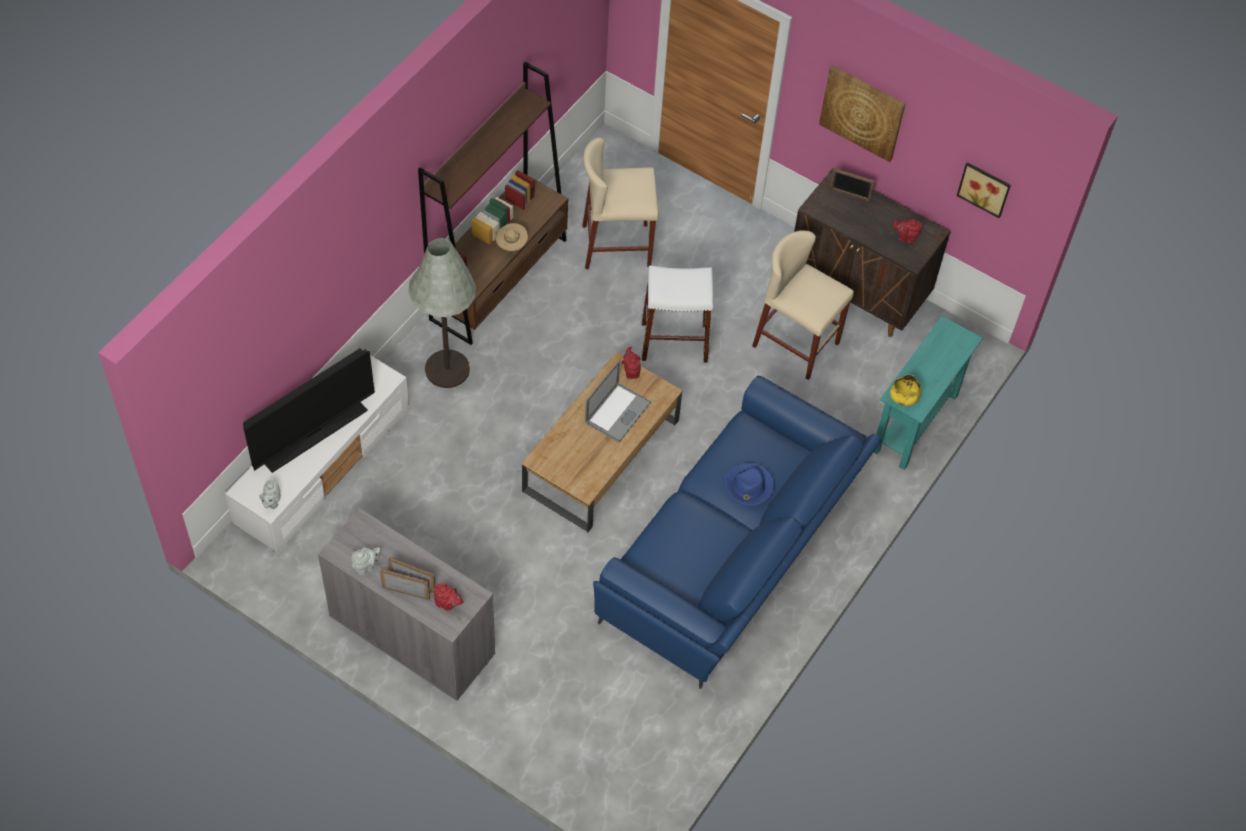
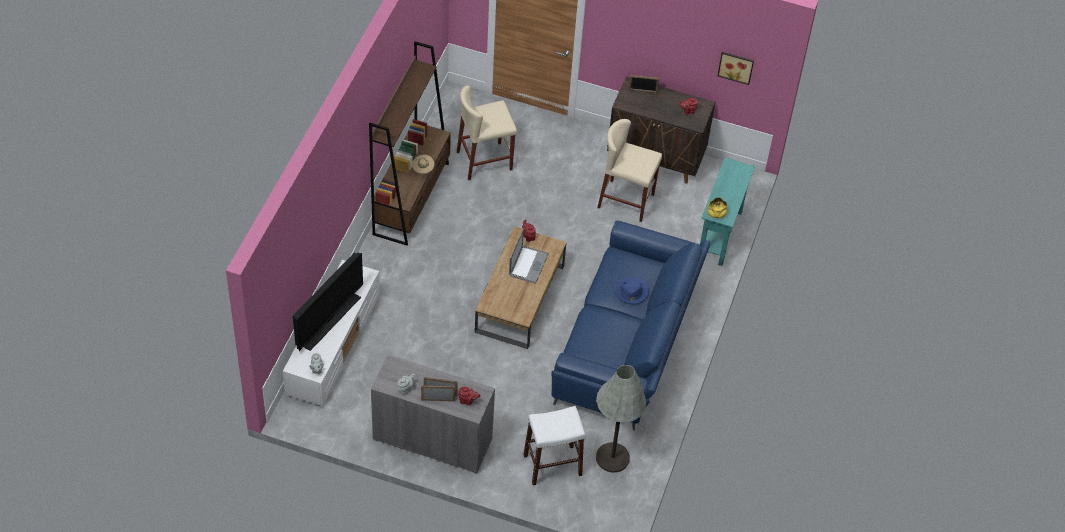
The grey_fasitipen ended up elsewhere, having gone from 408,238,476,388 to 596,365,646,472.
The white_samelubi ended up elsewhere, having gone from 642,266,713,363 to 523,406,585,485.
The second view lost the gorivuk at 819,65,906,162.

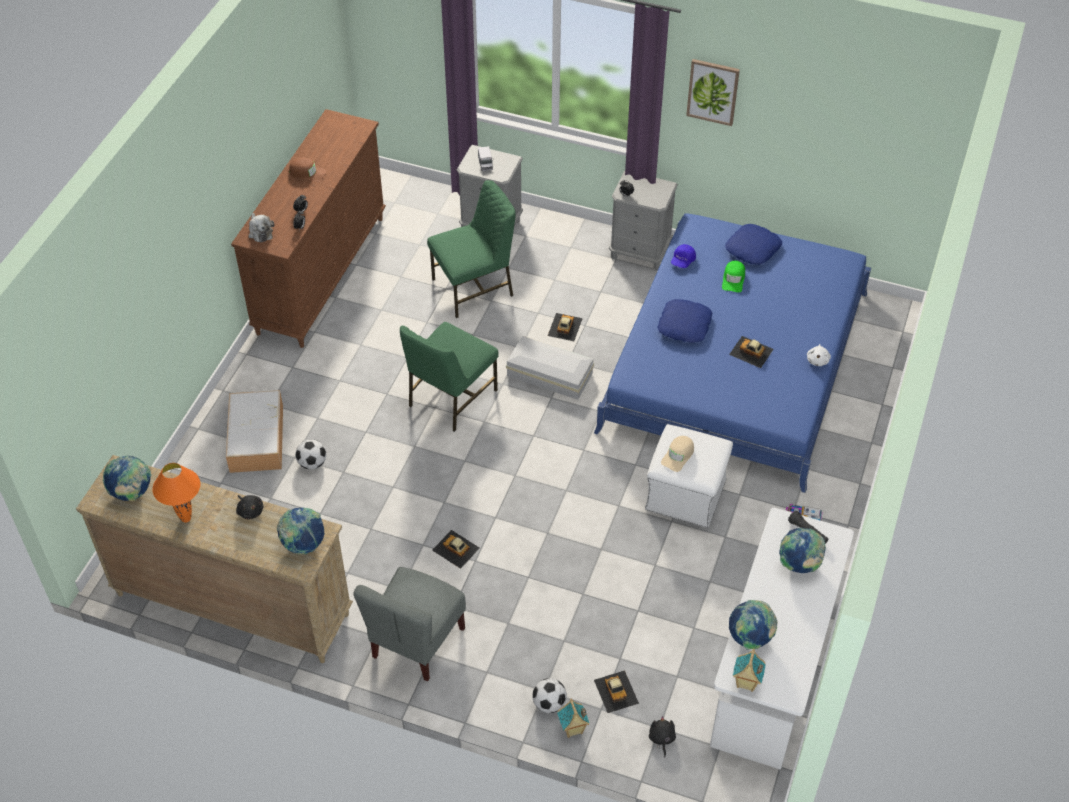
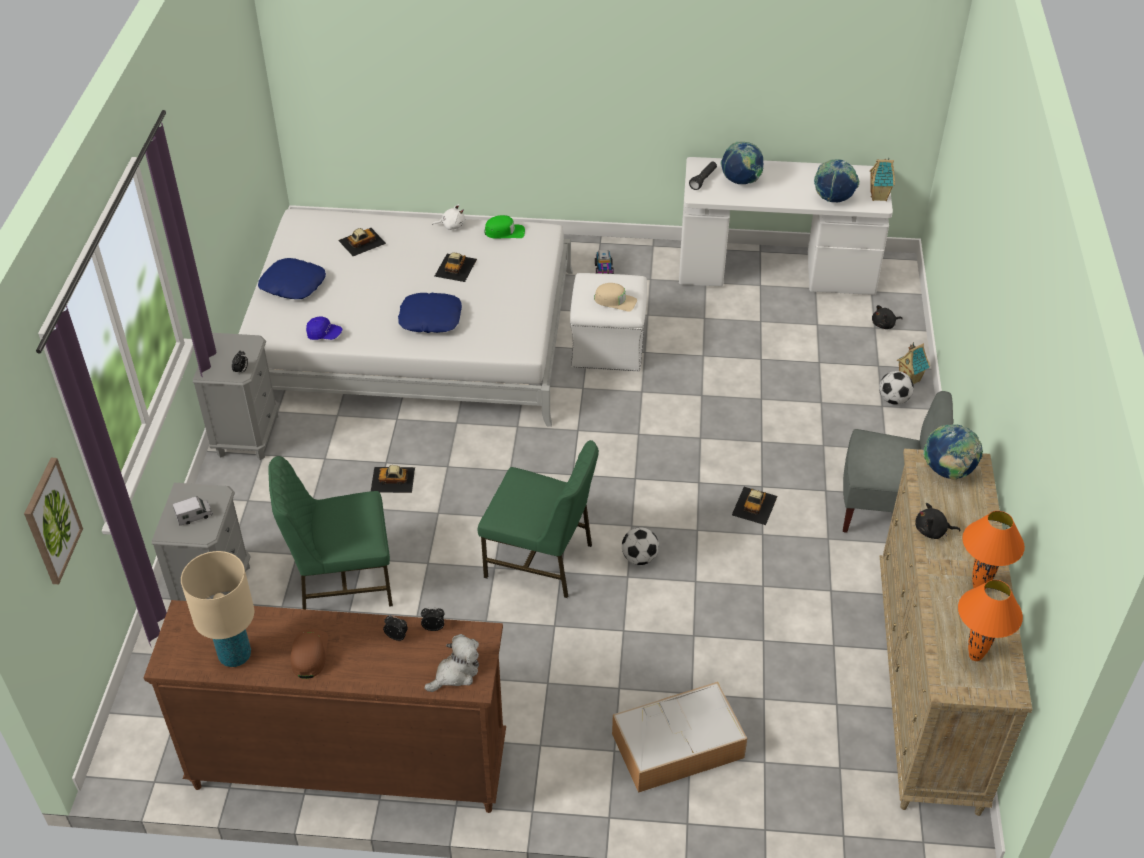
Where the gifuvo stood at 103,456,151,501, the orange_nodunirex came to stand at 958,580,1023,661.
The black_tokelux at 236,495,264,519 ended up facing another way, 120 degrees counterclockwise from before.
The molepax ended up elsewhere, having gone from 296,439,326,470 to 622,527,659,565.
The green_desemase at 427,180,516,318 ended up facing another way, 60 degrees counterclockwise from before.
The second view lost the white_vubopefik at 506,336,594,400.
What was the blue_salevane at 594,213,871,493 turned into the white_salevane at 239,209,573,427.
The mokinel ended up elsewhere, having gone from 594,670,639,713 to 338,228,386,256.
The gorivuk ended up elsewhere, having gone from 686,59,740,126 to 24,458,83,584.
The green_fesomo ended up elsewhere, having gone from 722,261,745,293 to 485,215,525,239.
The second view gained the beige_nodunirex at 181,551,254,667.

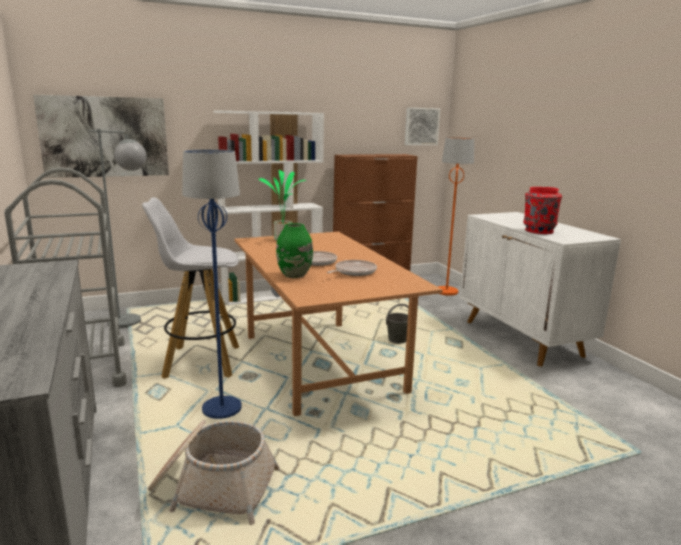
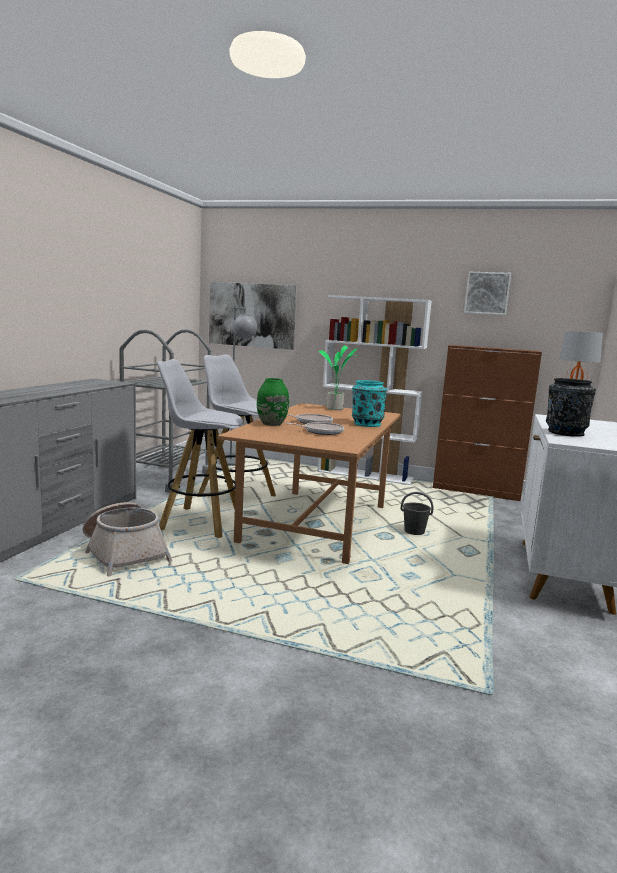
Where the blue_fasitipen stood at 182,149,242,419, the white_samelubi came to stand at 157,359,244,538.
The gorivuk ended up elsewhere, having gone from 405,108,440,145 to 464,272,511,315.
What was the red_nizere at 523,187,562,234 turned into the black_nizere at 546,378,596,437.
The second view gained the turquoise_nizere at 352,380,387,427.

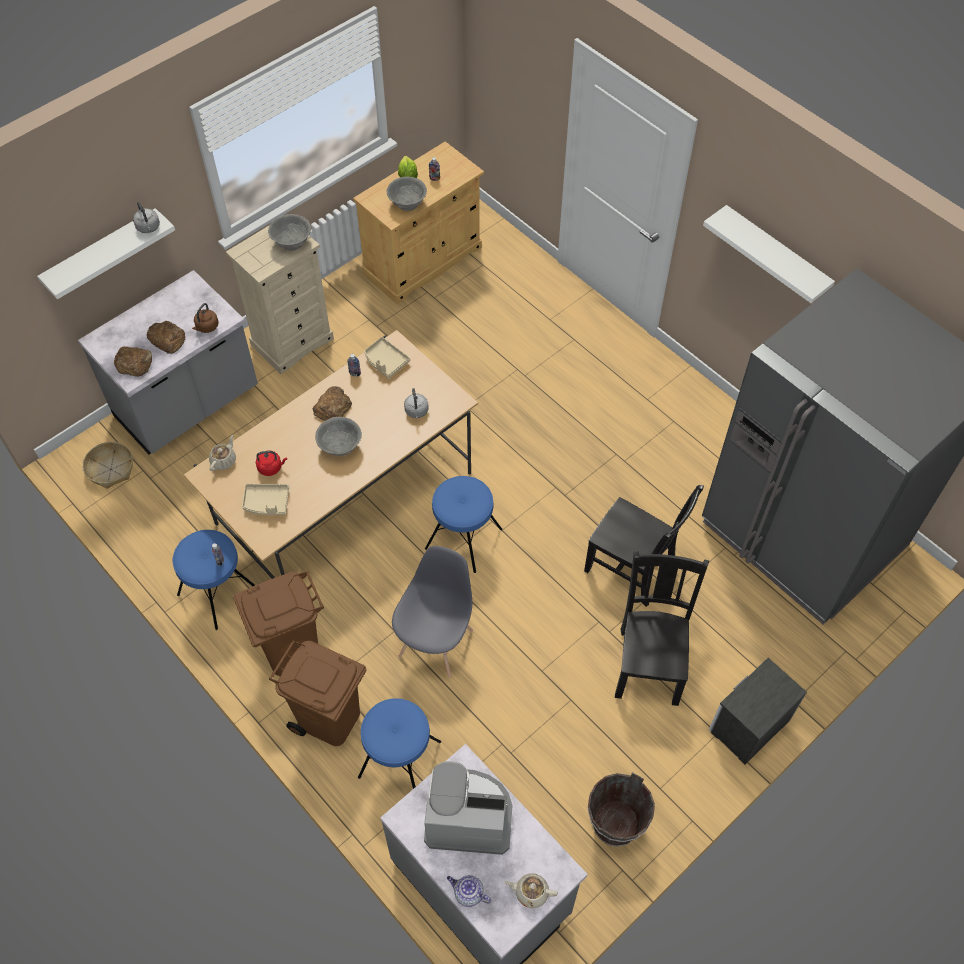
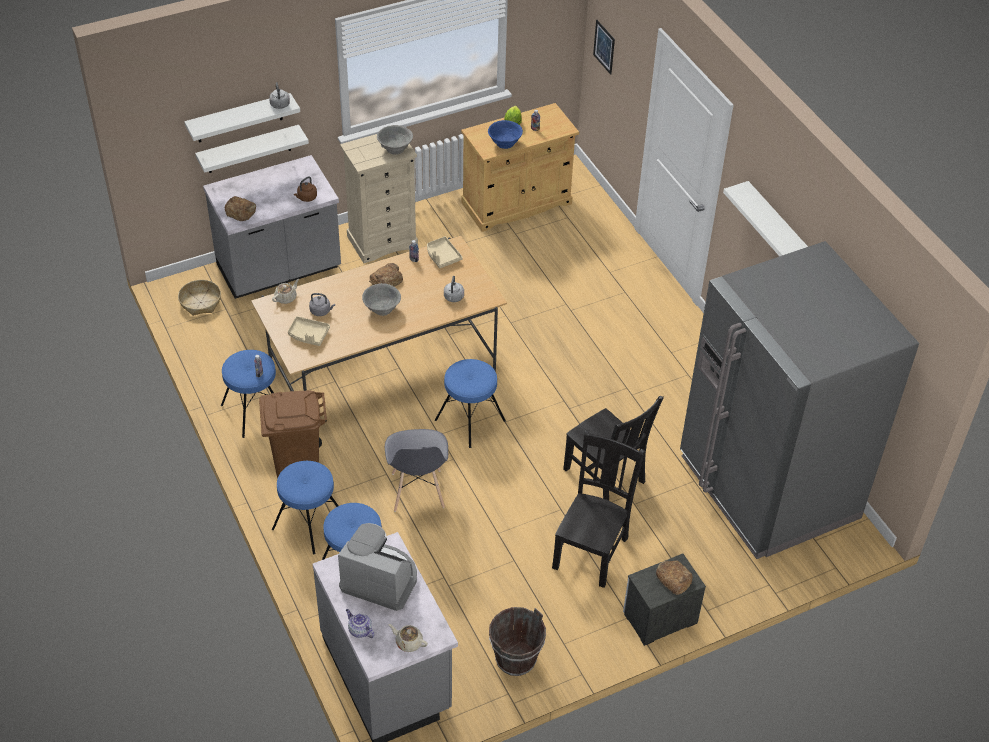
The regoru ended up elsewhere, having gone from 147,321,186,354 to 656,560,693,595.
What was the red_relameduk at 256,451,287,476 turned into the grey_relameduk at 309,293,335,316.
Where the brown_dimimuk stood at 269,640,367,746, the blue_samelubi came to stand at 272,461,338,554.
What was the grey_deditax at 387,177,427,211 turned into the blue_deditax at 488,120,523,149.
The grey_desemase at 392,546,473,678 ended up facing another way, 135 degrees clockwise from before.
The second view gained the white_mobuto at 195,125,309,173.
The second view gained the gorivuk at 593,20,615,75.

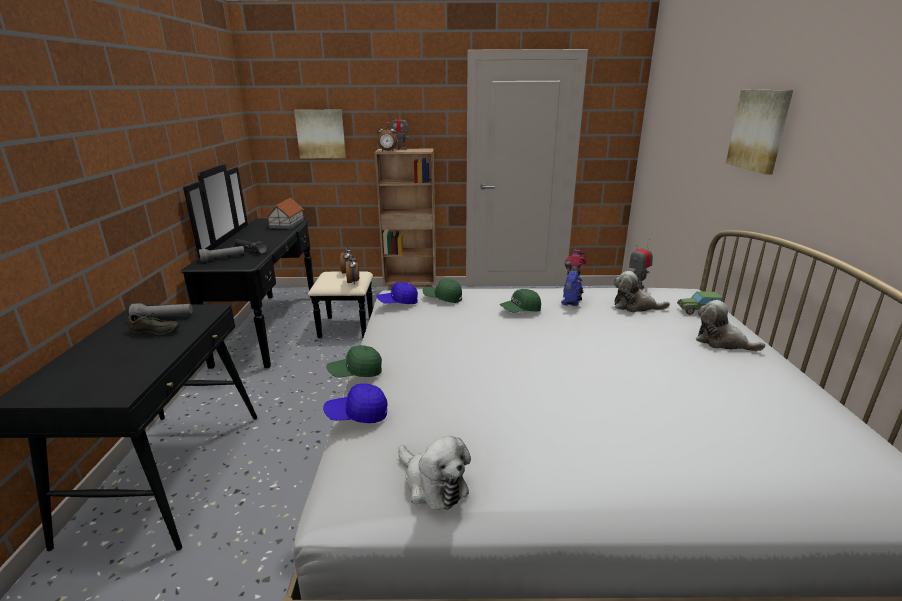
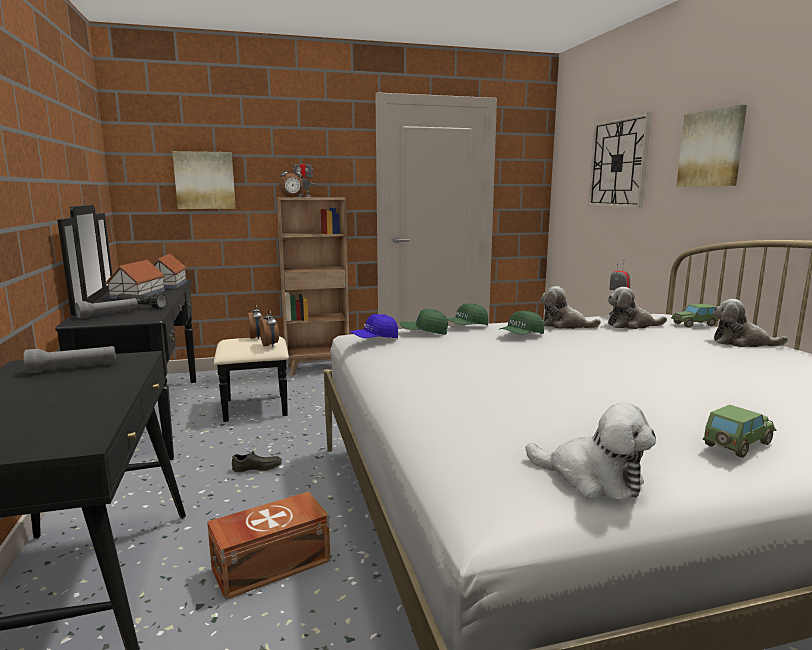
The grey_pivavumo ended up elsewhere, having gone from 128,312,180,335 to 232,451,282,472.
The second view lost the blue_fesomo at 323,383,387,423.
The green_fesomo ended up elsewhere, having gone from 326,345,382,377 to 447,303,488,325.
Where the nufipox stood at 561,249,587,306, the tokelux came to stand at 541,286,601,329.
The second view gained the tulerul at 106,260,165,299.
The second view gained the brown_vubopefik at 207,492,330,600.
The second view gained the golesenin at 588,112,651,208.
The second view gained the mokinel at 703,405,777,458.

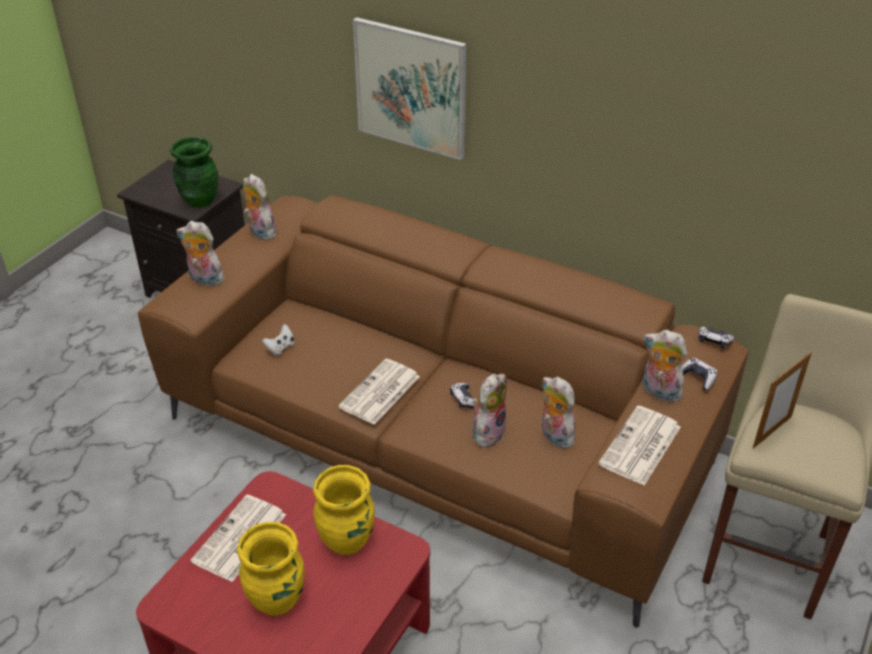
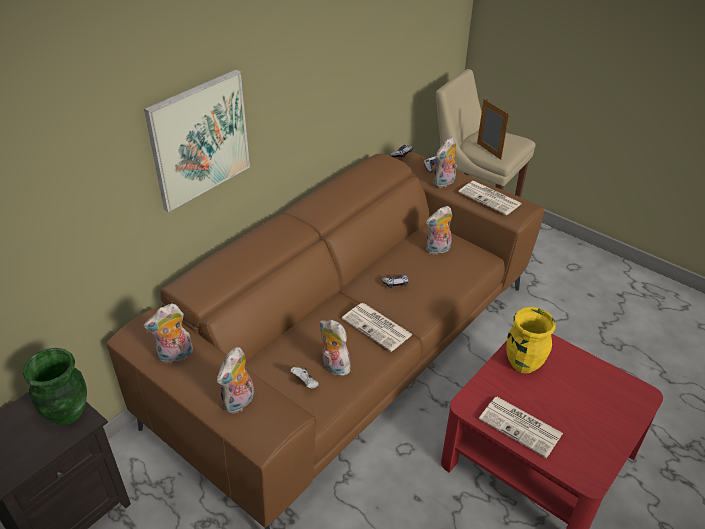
The second view lost the yellow_nizere at 237,522,305,616.
The tokelux ended up elsewhere, having gone from 473,374,507,447 to 319,320,350,376.

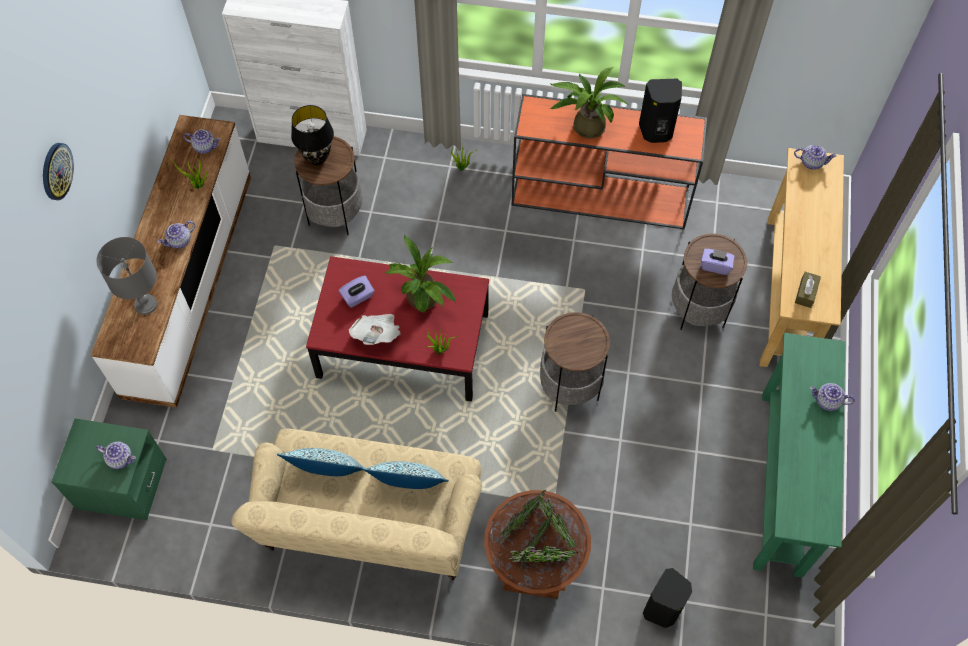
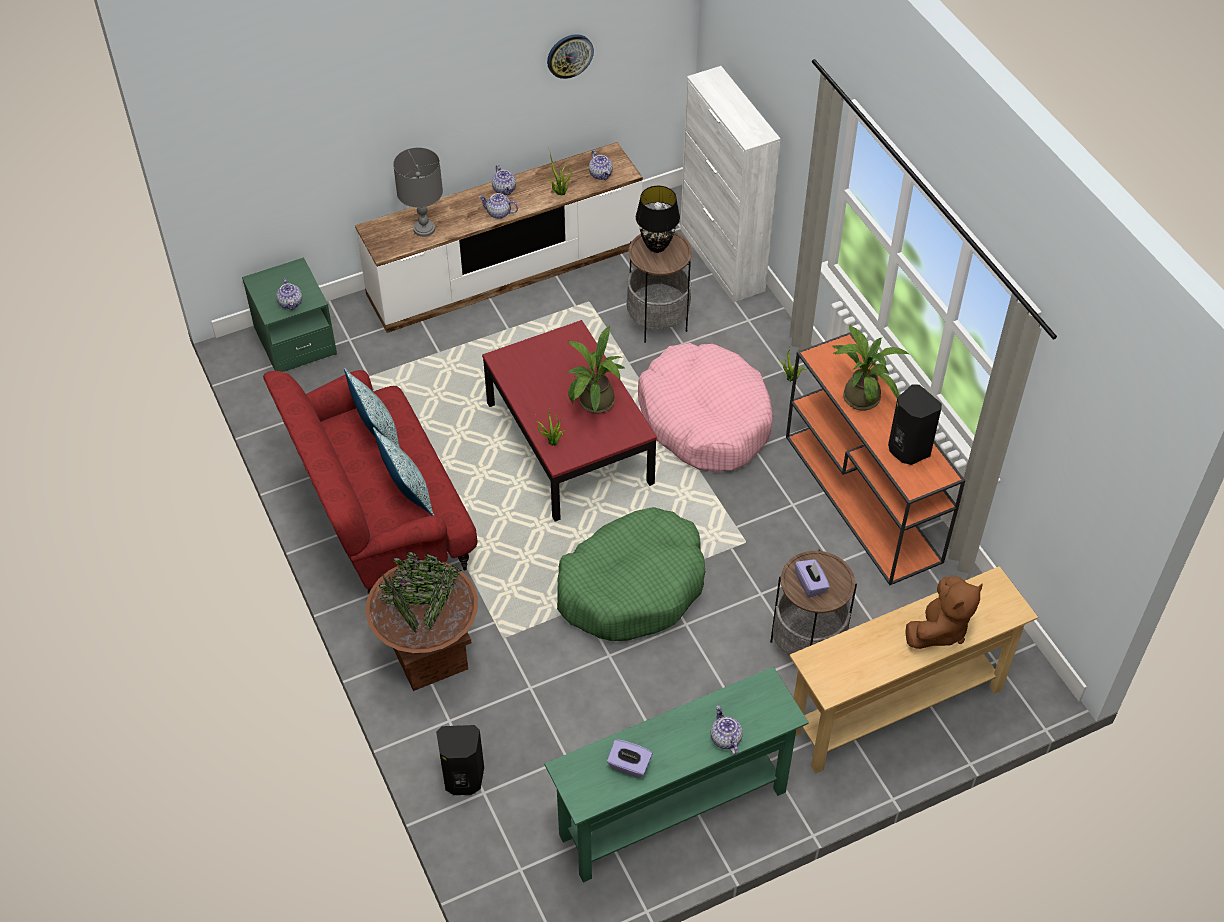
The golesenin ended up elsewhere, having gone from 43,143,74,200 to 547,34,594,79.
What was the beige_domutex at 231,428,482,580 turned into the red_domutex at 263,370,478,594.
The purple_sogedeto ended up elsewhere, having gone from 339,275,374,308 to 607,739,653,778.
The second view lost the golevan at 349,314,401,345.
Where the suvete stood at 540,312,610,412, the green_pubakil came to stand at 557,507,705,641.
The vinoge ended up elsewhere, having gone from 794,145,837,170 to 492,165,516,196.
The second view lost the brown_sogedeto at 795,272,821,308.
The second view gained the pink_pubakil at 638,343,773,472.
The second view gained the brown_tokelux at 905,576,983,649.

